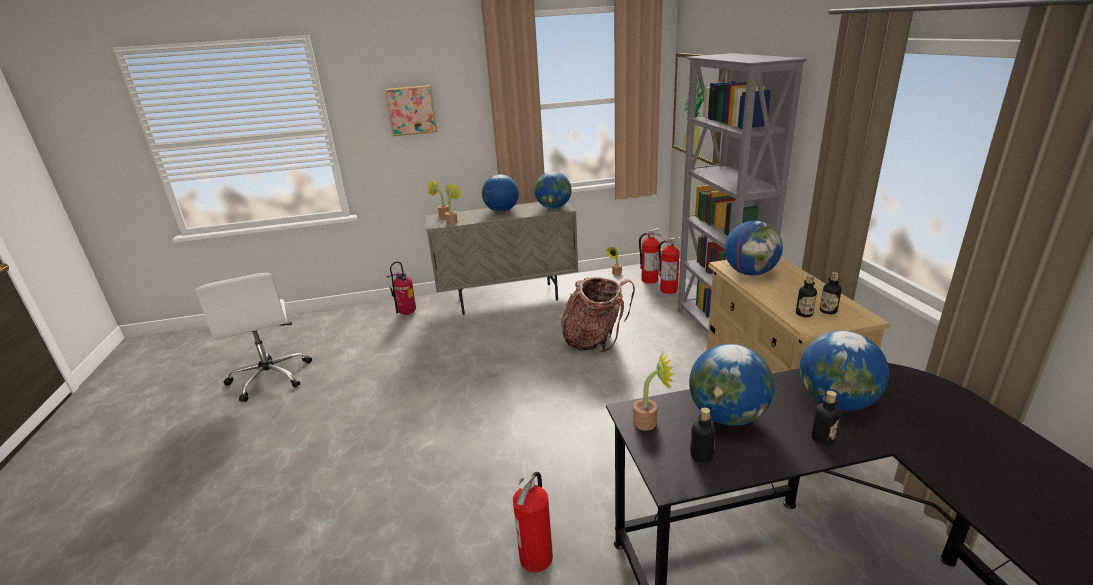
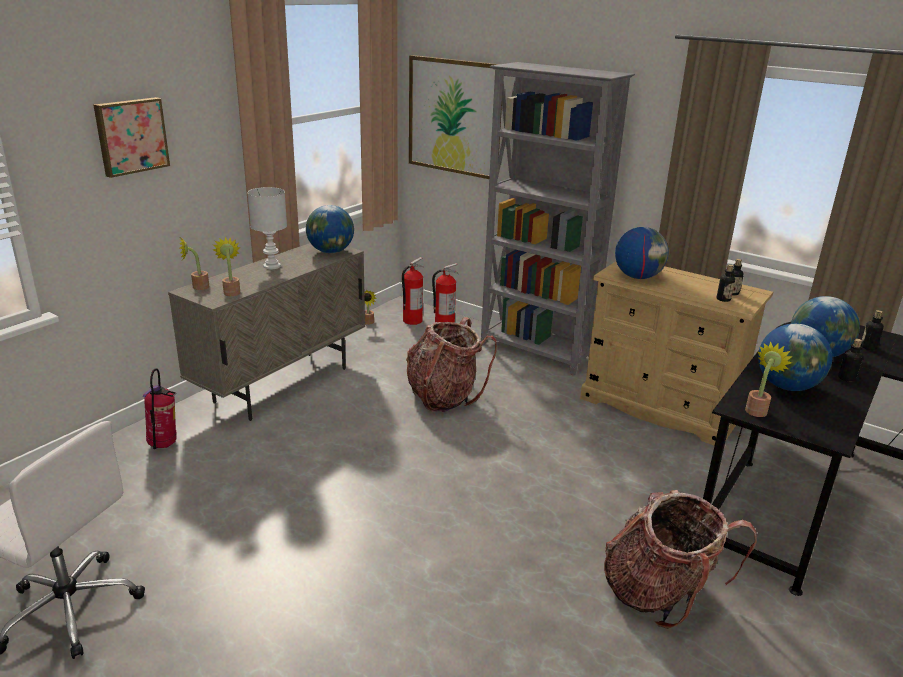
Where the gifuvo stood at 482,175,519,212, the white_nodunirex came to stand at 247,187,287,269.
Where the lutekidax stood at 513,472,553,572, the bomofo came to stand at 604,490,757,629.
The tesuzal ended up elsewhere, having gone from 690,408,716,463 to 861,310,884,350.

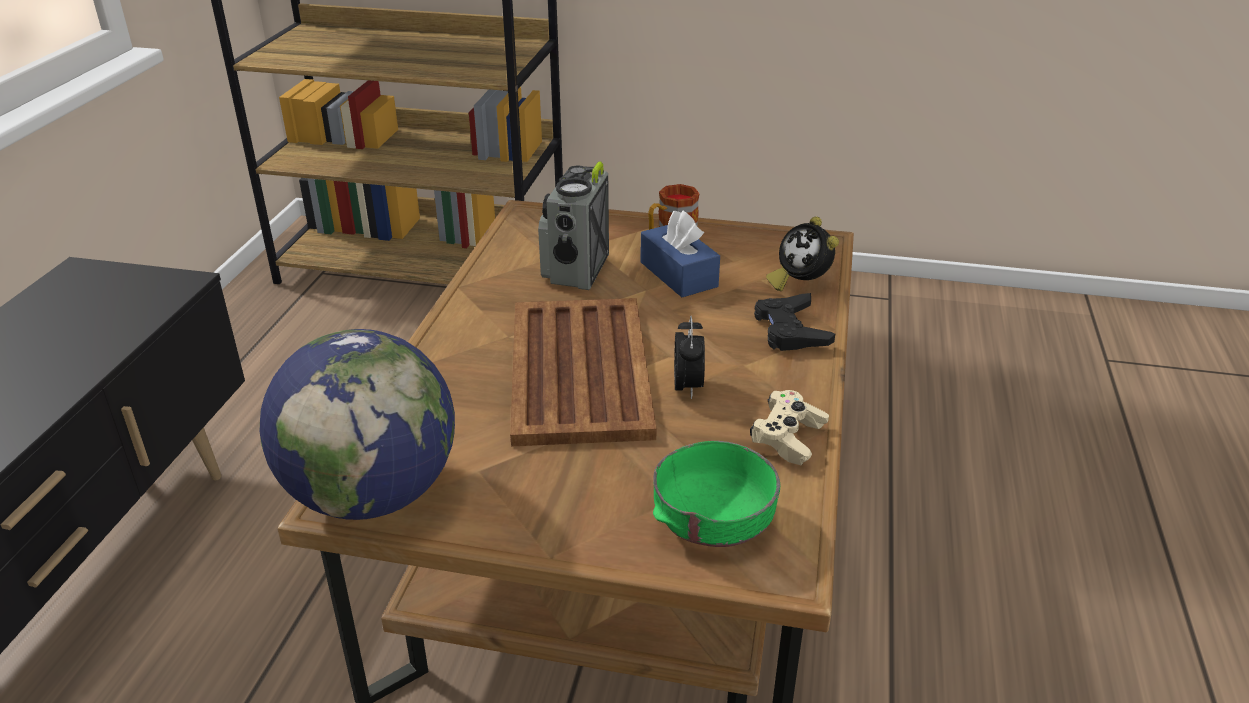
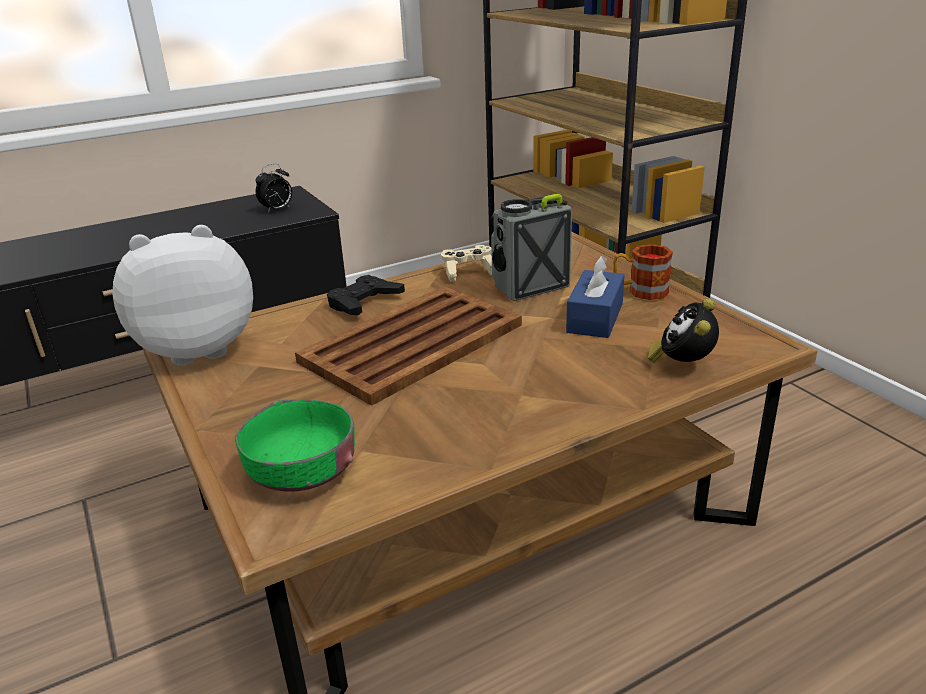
Where the gifuvo stood at 260,329,455,520, the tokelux came to stand at 112,225,253,365.
The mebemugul ended up elsewhere, having gone from 674,316,705,399 to 256,164,292,213.
The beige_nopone ended up elsewhere, having gone from 750,390,829,466 to 441,245,492,281.
The black_nopone ended up elsewhere, having gone from 754,293,835,351 to 327,275,405,315.

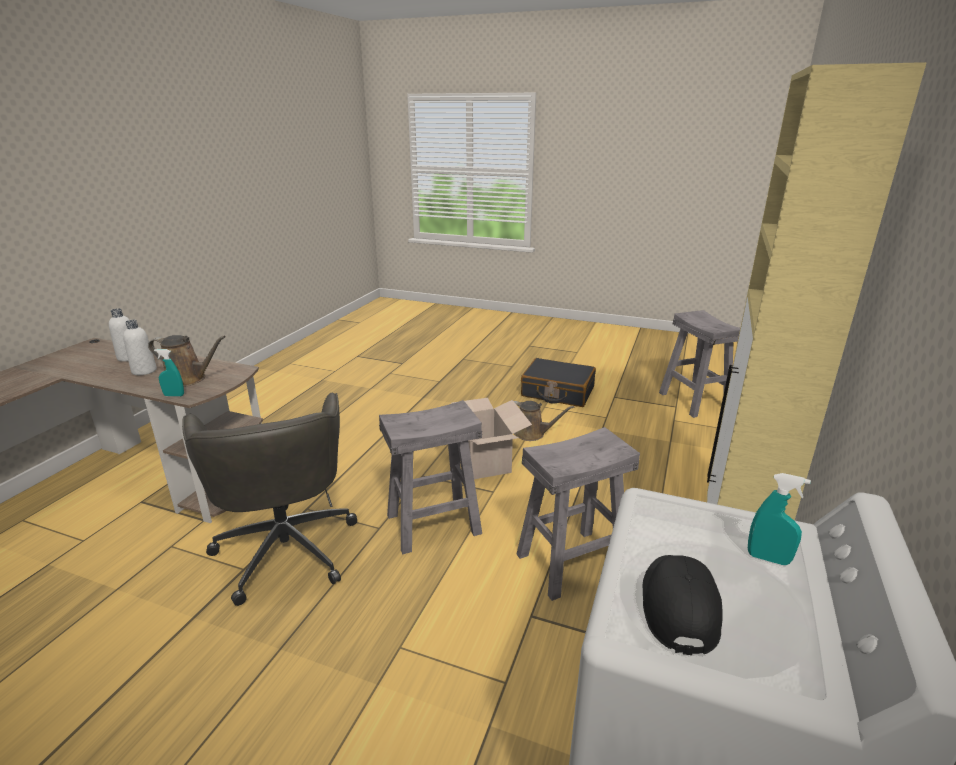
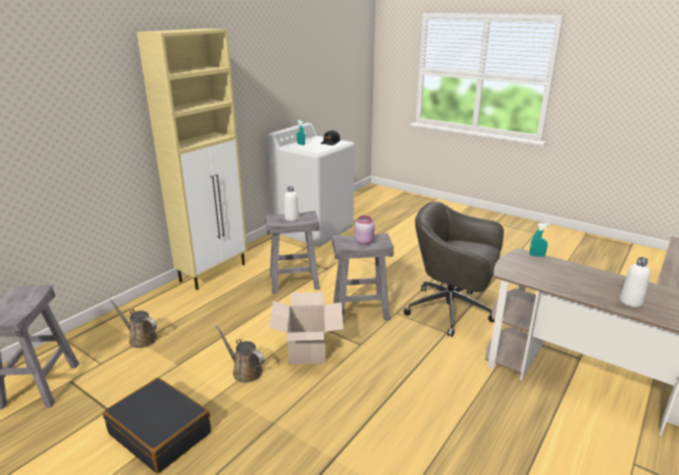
The white_tesuzal ended up elsewhere, having gone from 123,320,157,375 to 284,186,299,221.
The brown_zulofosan ended up elsewhere, having gone from 148,335,226,387 to 110,300,158,348.
The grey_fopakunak at 182,393,357,606 ended up facing another way, 60 degrees counterclockwise from before.
The second view gained the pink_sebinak at 355,216,374,245.

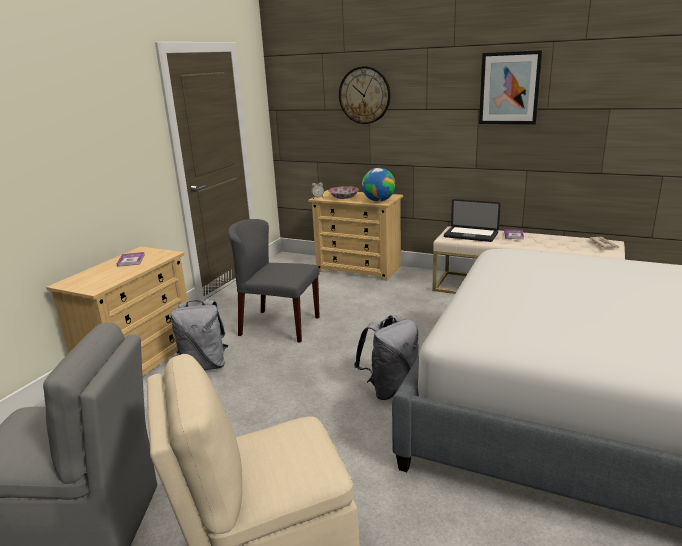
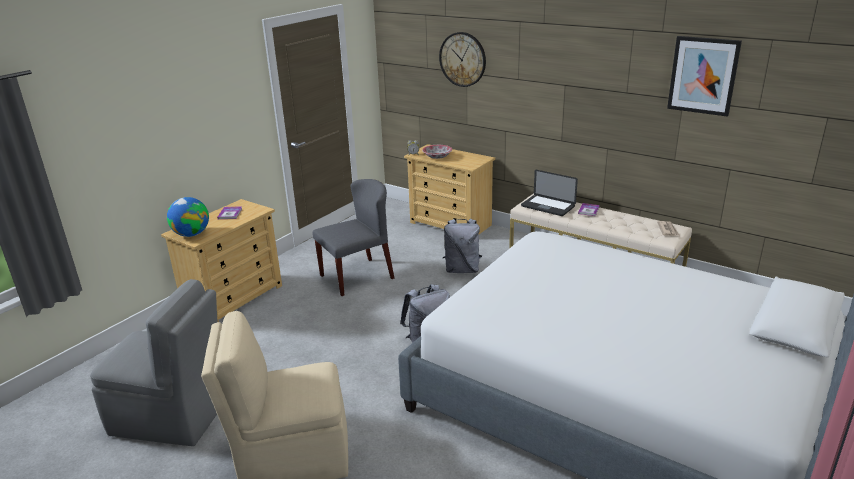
The grey_bomofo ended up elsewhere, having gone from 171,299,228,370 to 443,219,482,273.
The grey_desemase at 228,219,320,343 ended up facing another way, 120 degrees clockwise from before.
The gifuvo ended up elsewhere, having gone from 362,168,396,202 to 167,197,209,237.
The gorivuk ended up elsewhere, having gone from 479,50,542,124 to 667,36,742,117.

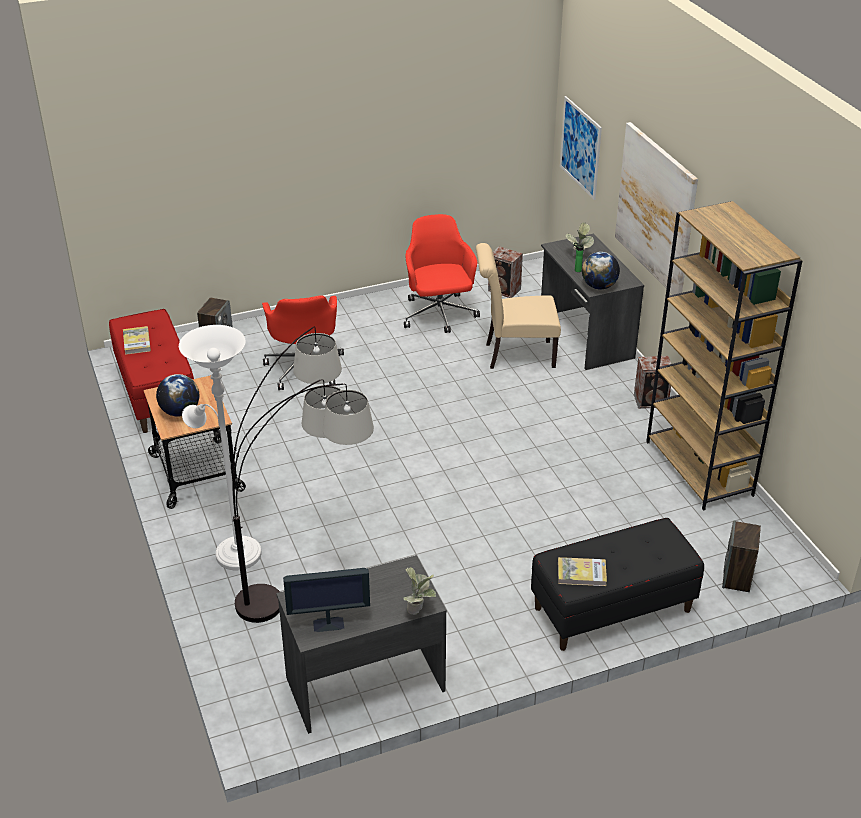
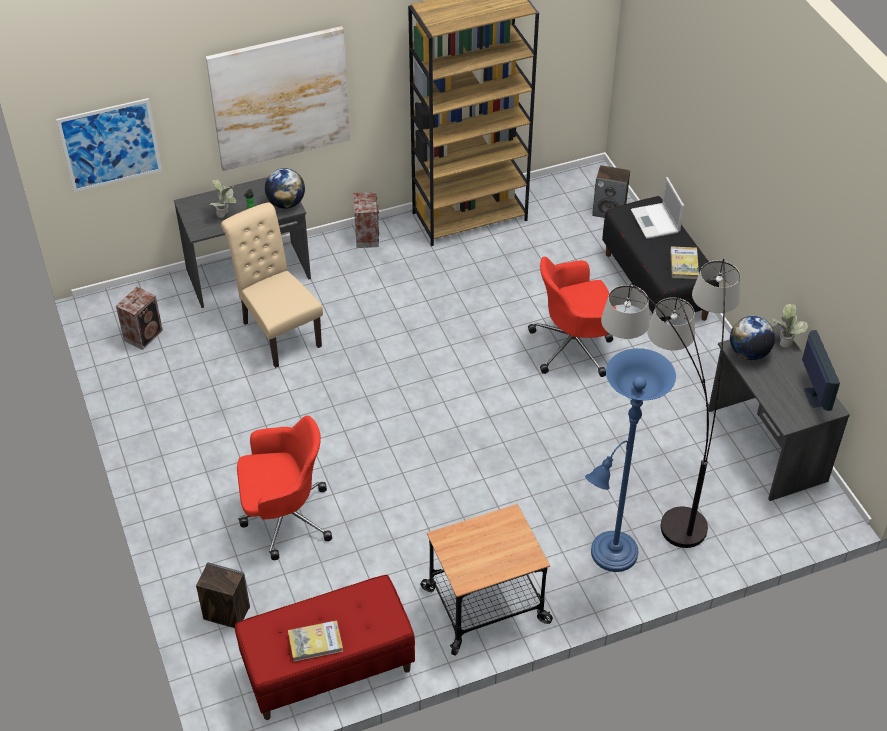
The gifuvo ended up elsewhere, having gone from 156,374,199,417 to 730,316,775,360.
What was the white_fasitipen at 179,325,261,570 turned into the blue_fasitipen at 585,348,676,572.
The red_fopakunak ended up elsewhere, having gone from 404,214,480,333 to 528,257,616,377.
The beige_desemase at 476,243,561,369 ended up facing another way, 150 degrees clockwise from before.
The second view gained the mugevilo at 631,177,684,239.

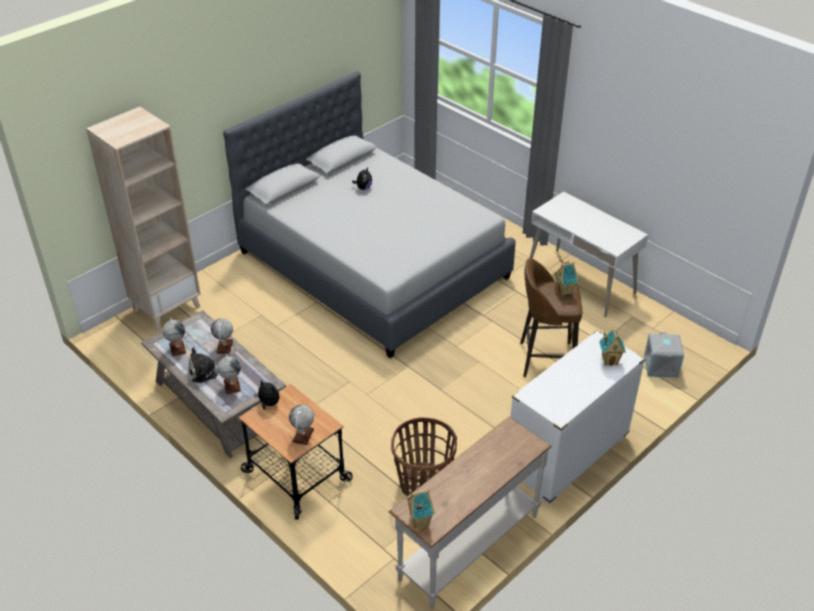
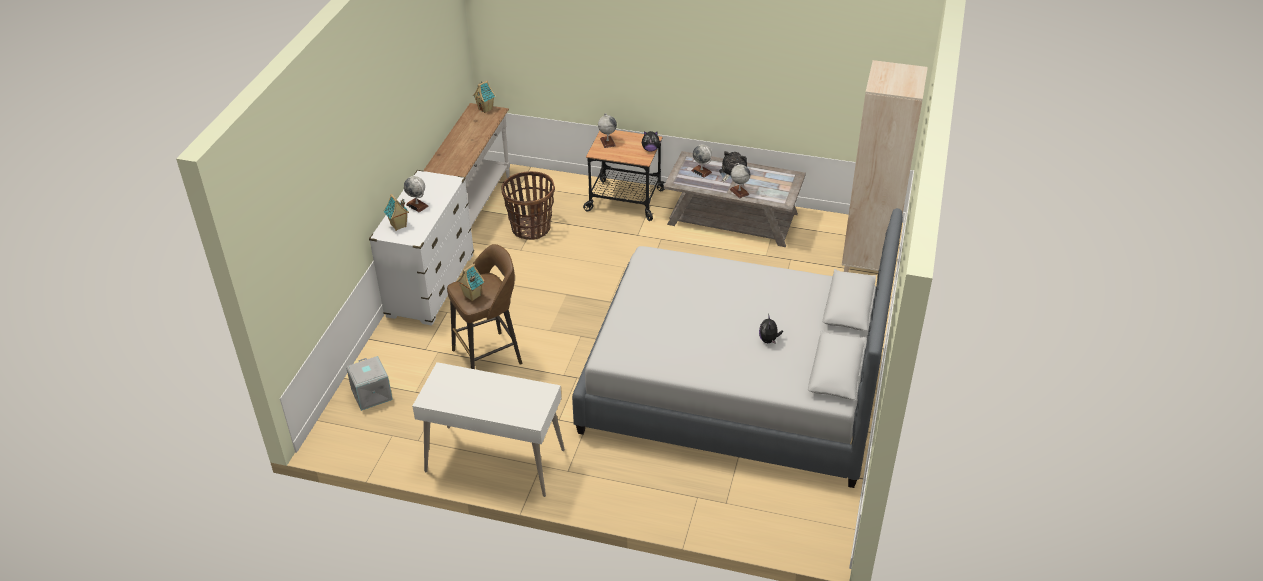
The gifuvo ended up elsewhere, having gone from 163,318,186,357 to 404,176,429,212.

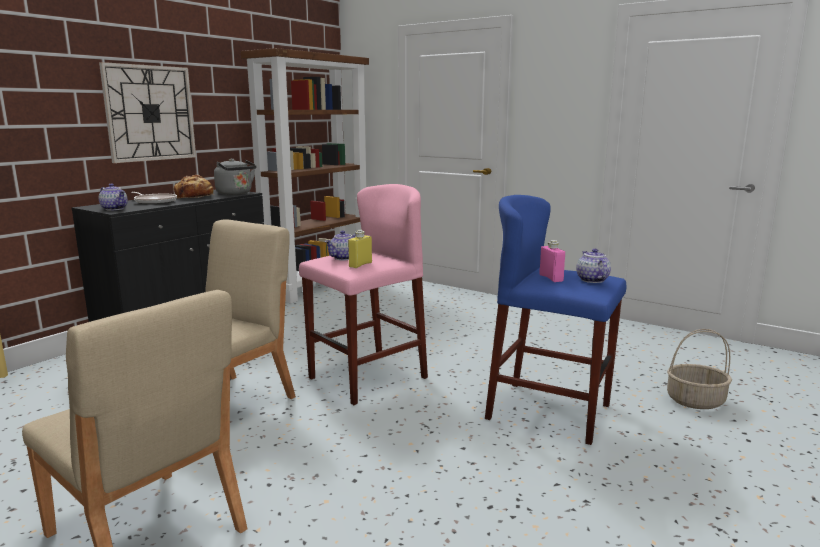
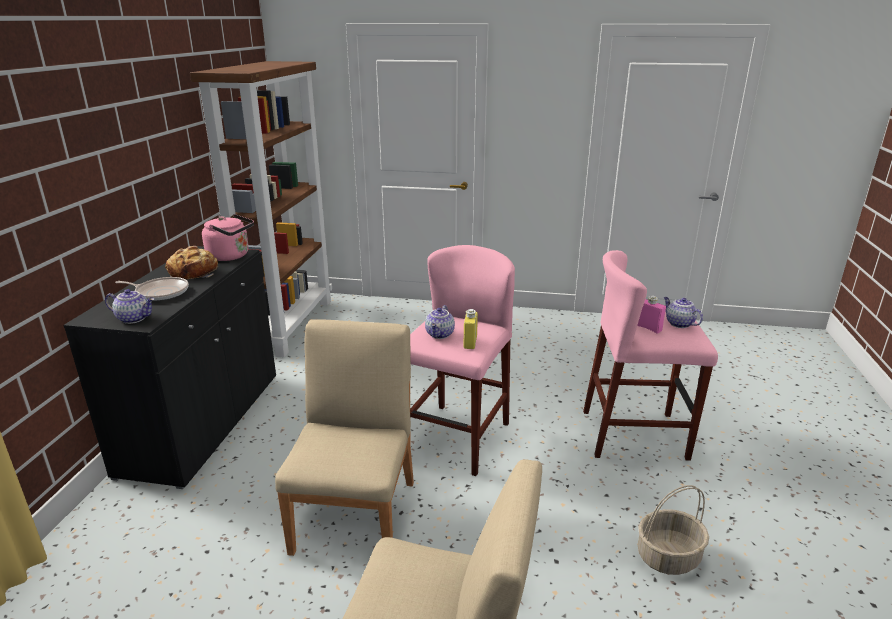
The second view lost the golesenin at 99,62,196,163.
What was the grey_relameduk at 214,158,256,195 turned into the pink_relameduk at 202,214,254,261.
What was the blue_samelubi at 485,195,626,445 turned into the pink_samelubi at 583,250,718,461.
The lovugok ended up elsewhere, having gone from 667,329,732,409 to 638,485,709,575.

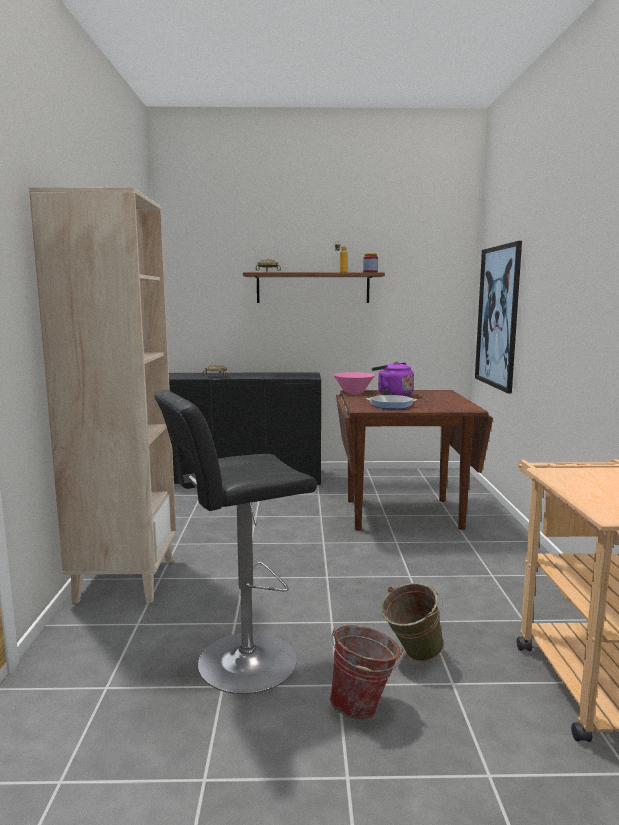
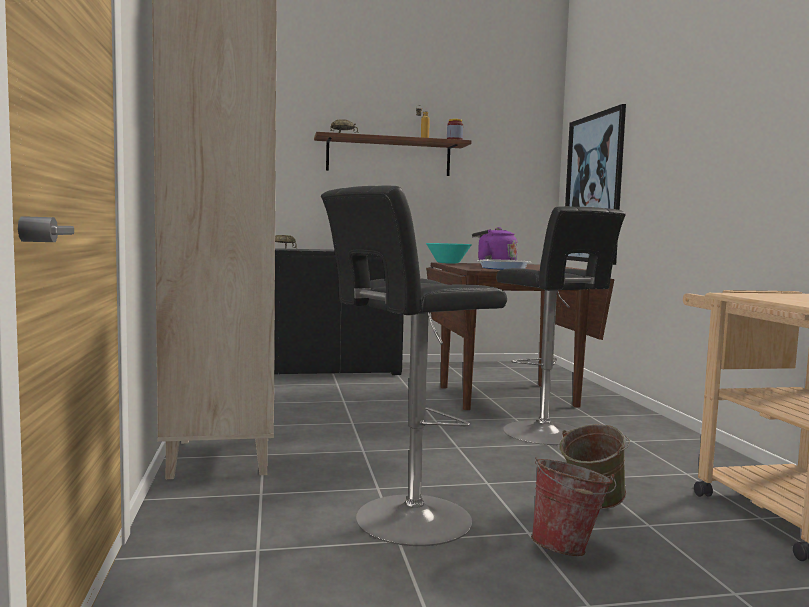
What was the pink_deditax at 334,372,375,393 turned into the turquoise_deditax at 426,243,472,264.
The second view gained the black_samelubi at 496,206,626,445.

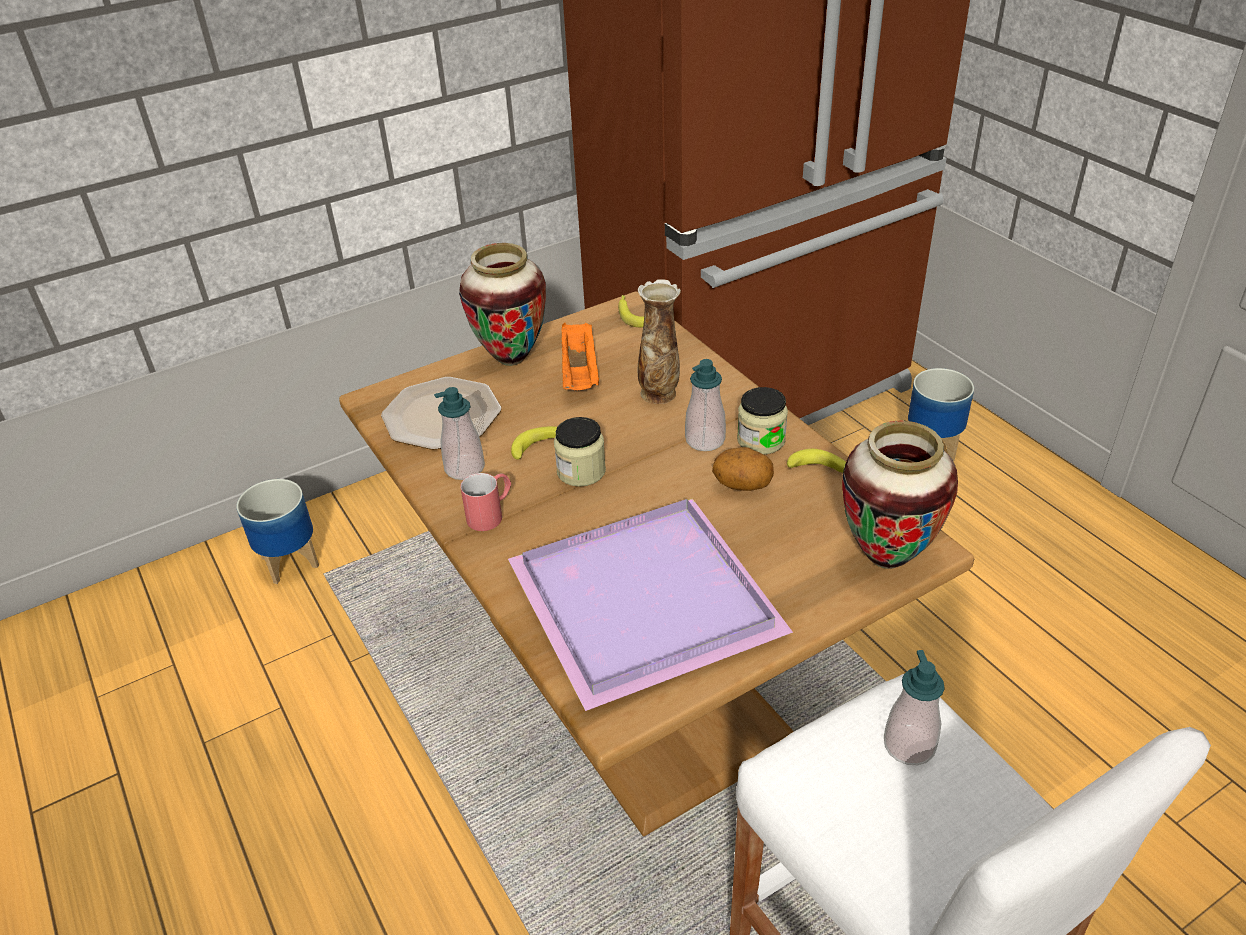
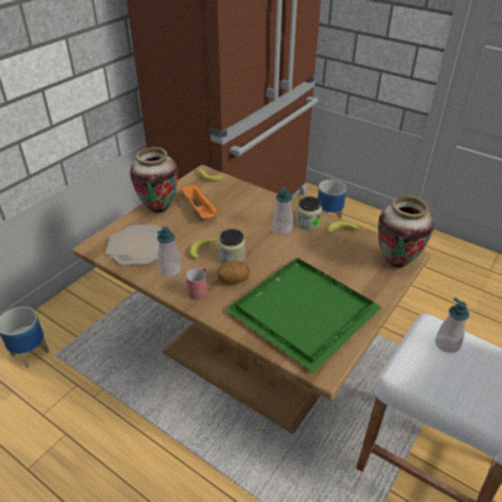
What was the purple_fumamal at 508,499,793,711 turned into the green_fumamal at 226,258,382,373.
The second view lost the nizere at 638,279,681,404.
The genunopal ended up elsewhere, having gone from 712,447,774,491 to 217,260,250,284.

